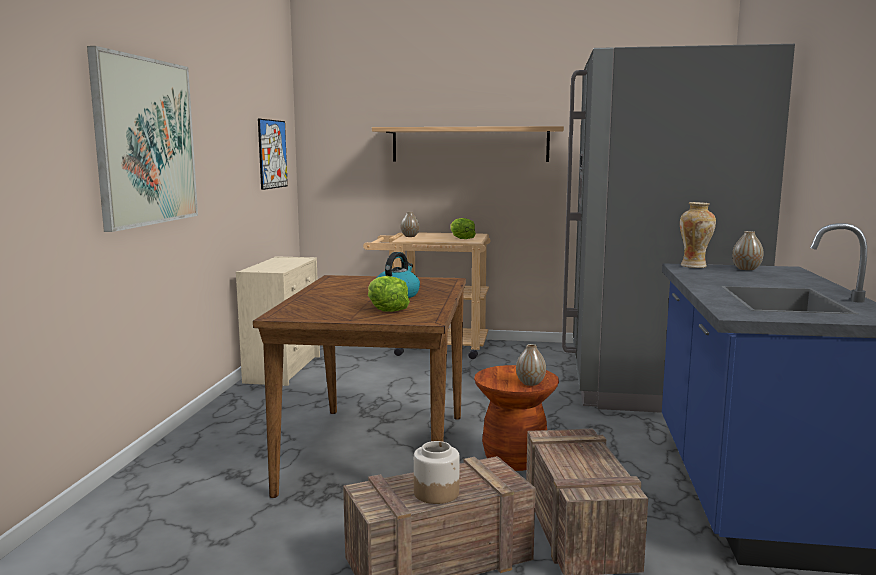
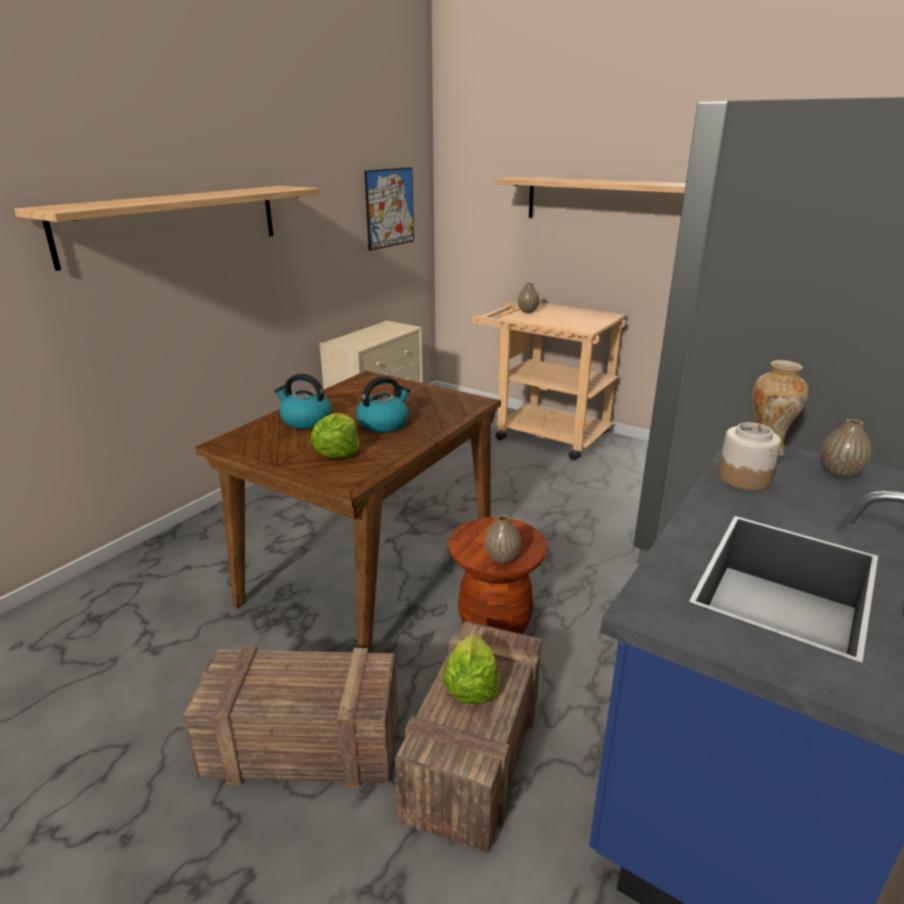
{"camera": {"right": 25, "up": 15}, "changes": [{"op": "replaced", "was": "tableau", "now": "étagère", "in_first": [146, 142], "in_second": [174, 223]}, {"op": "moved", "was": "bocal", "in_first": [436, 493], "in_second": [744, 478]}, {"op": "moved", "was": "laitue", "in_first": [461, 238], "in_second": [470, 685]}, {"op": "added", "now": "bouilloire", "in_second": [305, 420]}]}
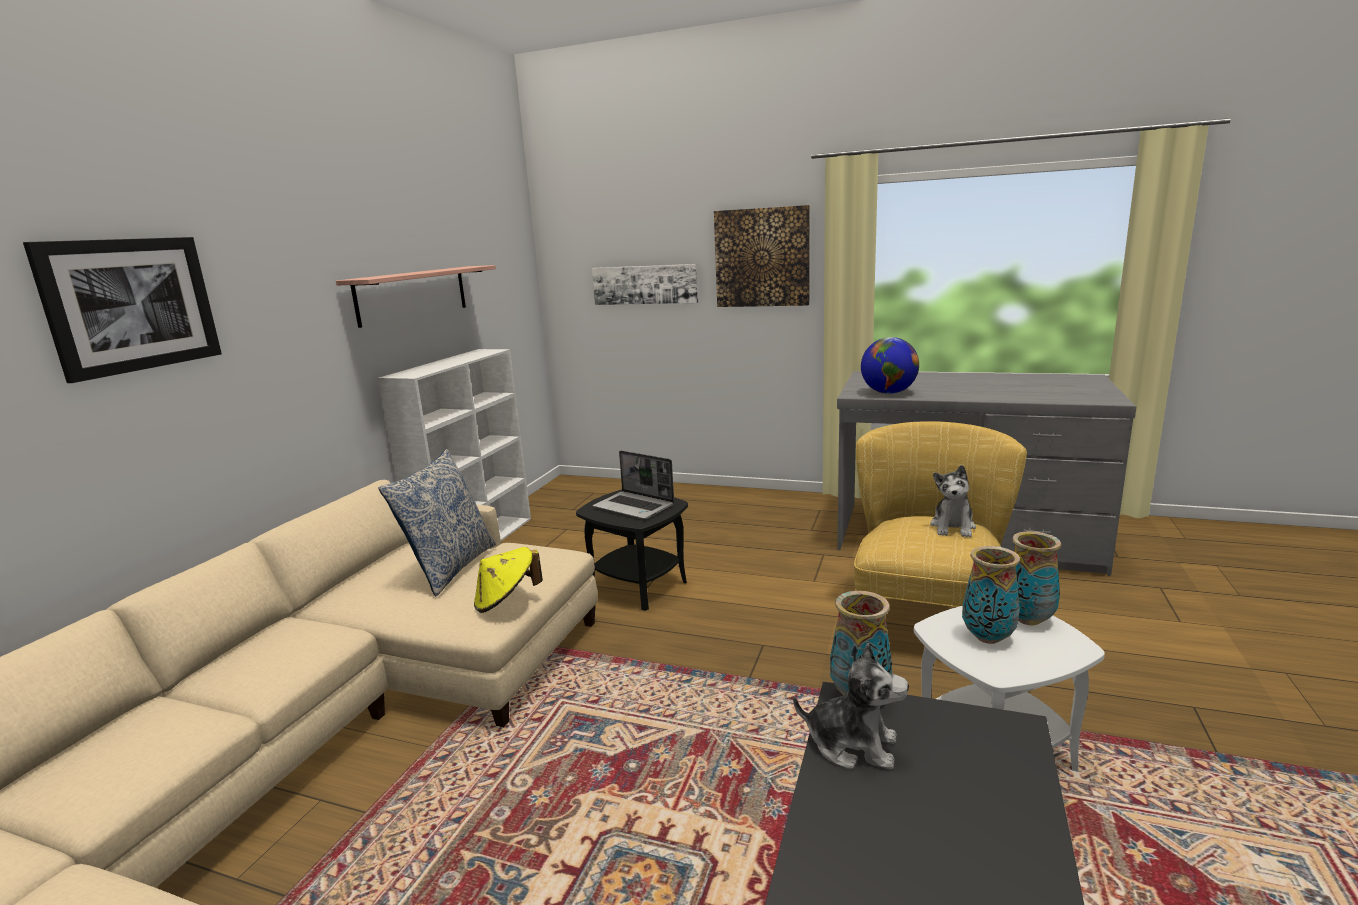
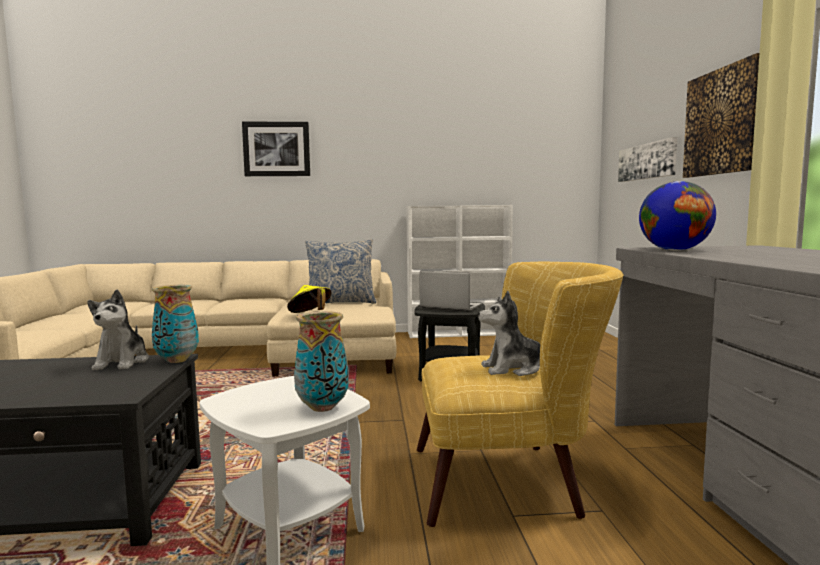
{"camera": {"right": 65, "up": -10}, "changes": [{"op": "removed", "was": "étagère", "in_first": [413, 294]}, {"op": "turned", "was": "ordinateur portable", "in_first": [635, 507], "in_second": [450, 307], "clockwise": 105}, {"op": "removed", "was": "vase", "in_first": [987, 638]}]}
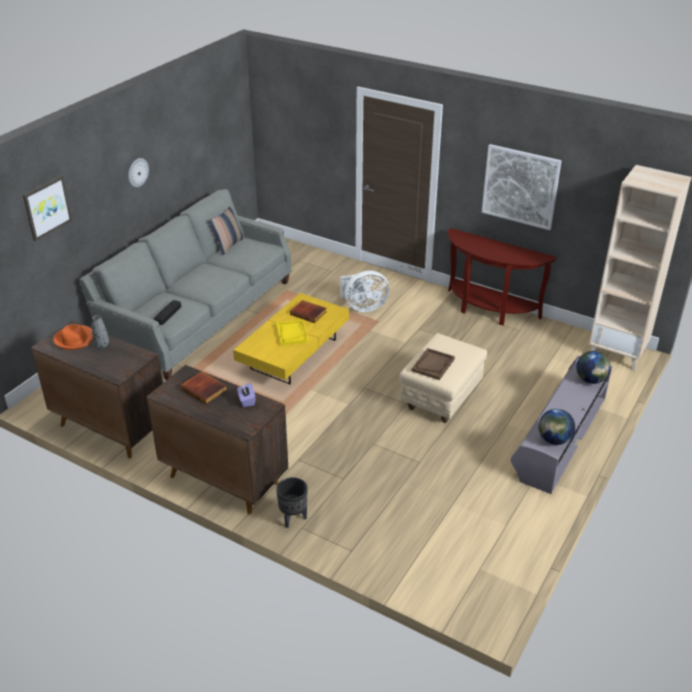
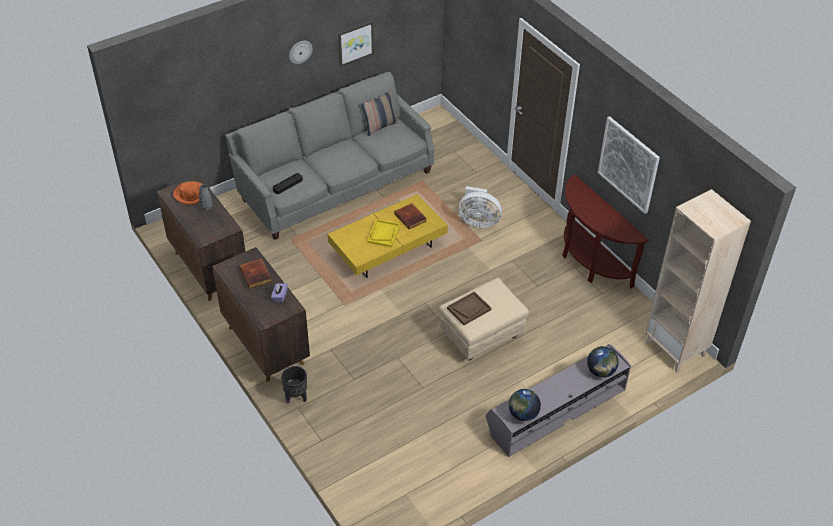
{"camera": {"right": 25, "up": 10}, "changes": [{"op": "moved", "was": "tableau", "in_first": [47, 207], "in_second": [355, 43]}]}
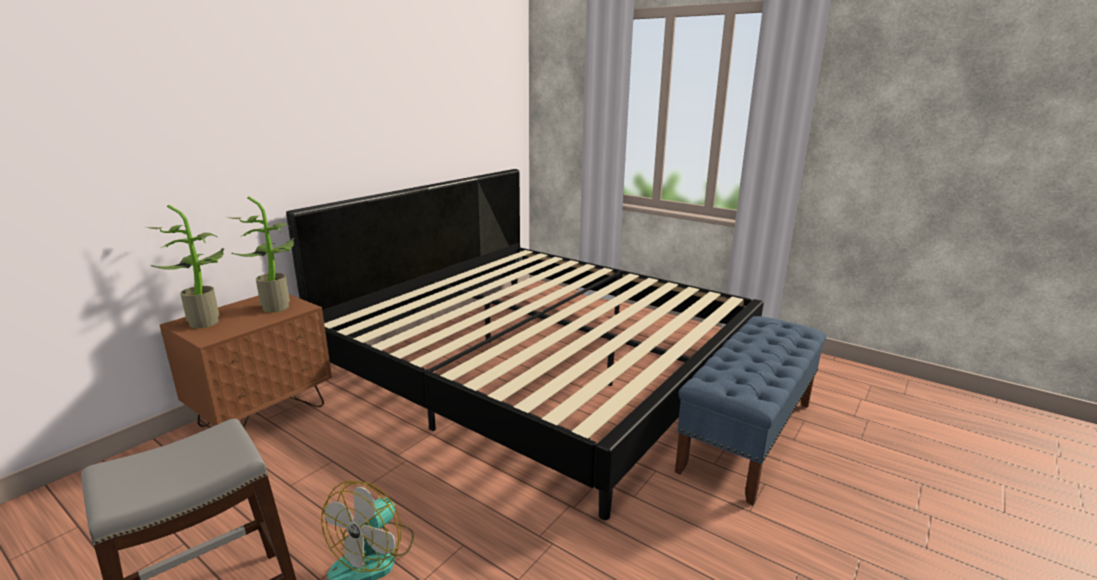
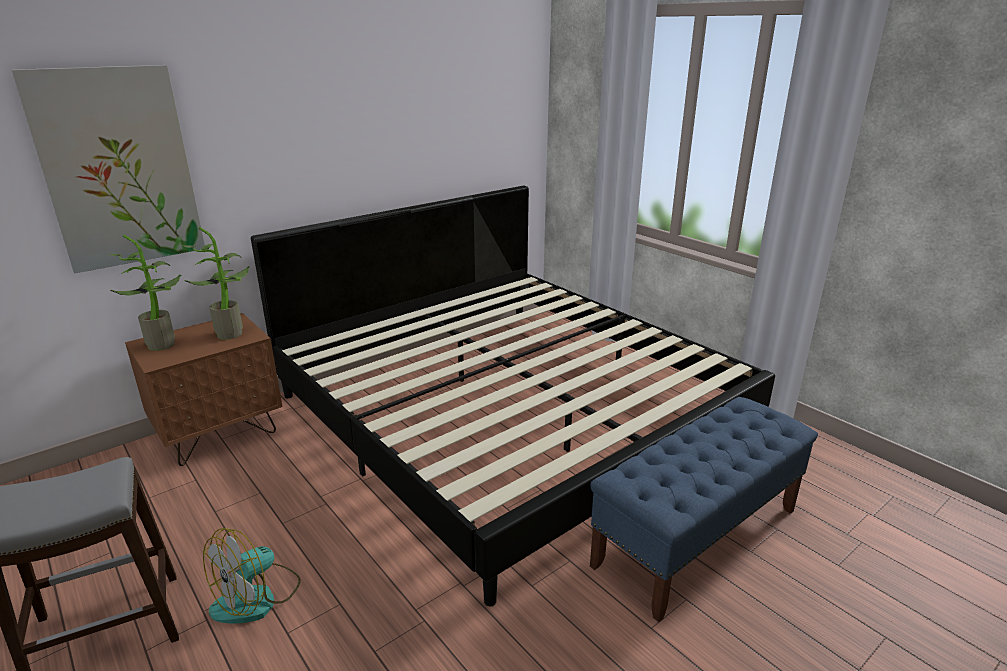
{"camera": {"right": 15, "up": 5}, "changes": [{"op": "added", "now": "tableau", "in_second": [118, 168]}]}
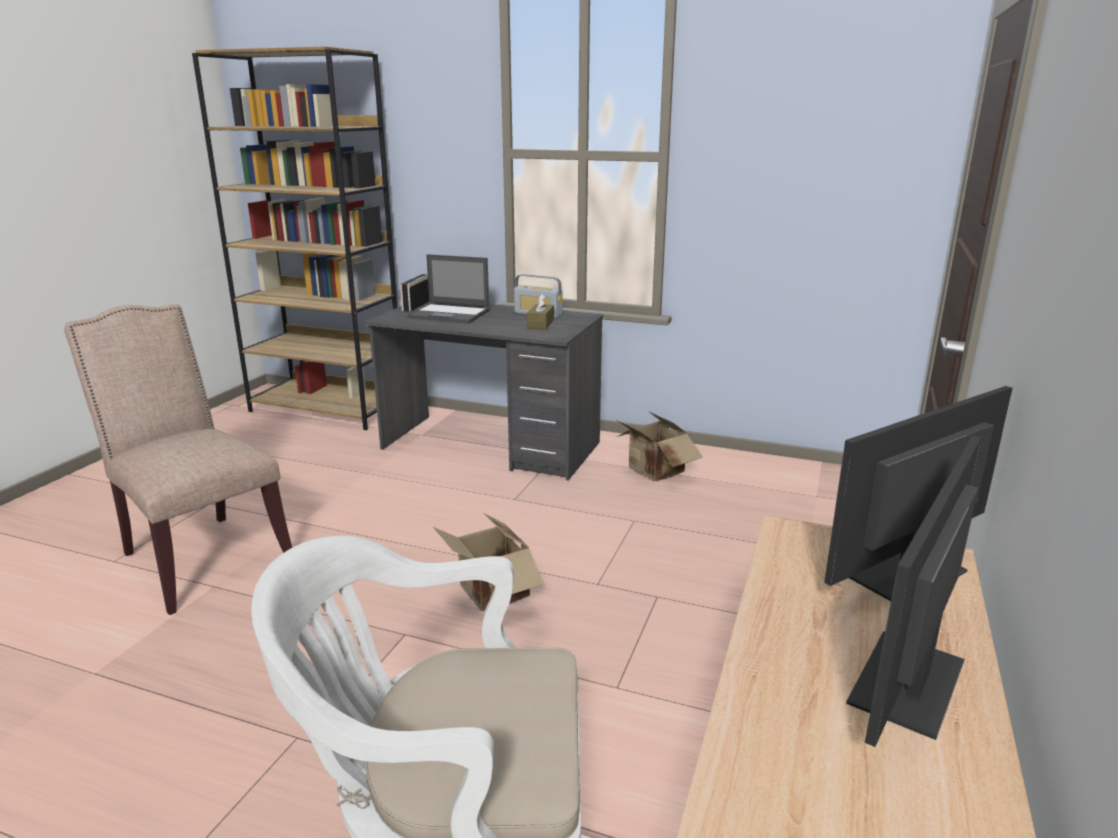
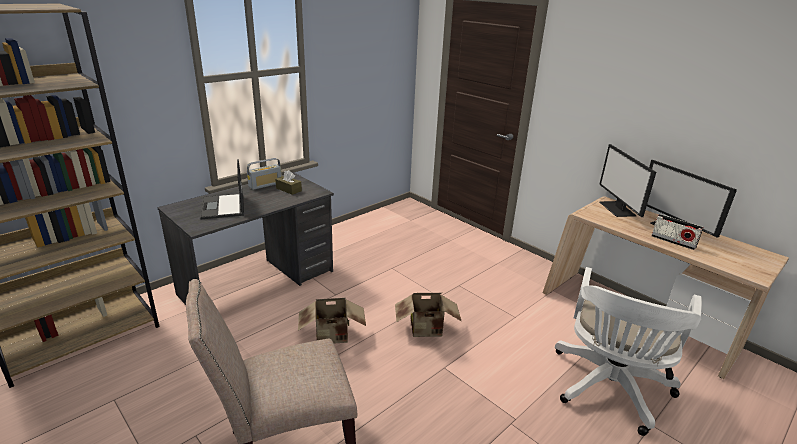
{"camera": {"right": -65, "up": 5}, "changes": [{"op": "moved", "was": "radio", "in_first": [416, 306], "in_second": [673, 241]}, {"op": "turned", "was": "ordinateur portable", "in_first": [450, 314], "in_second": [223, 207], "clockwise": 120}, {"op": "moved", "was": "carton", "in_first": [654, 472], "in_second": [333, 337]}]}
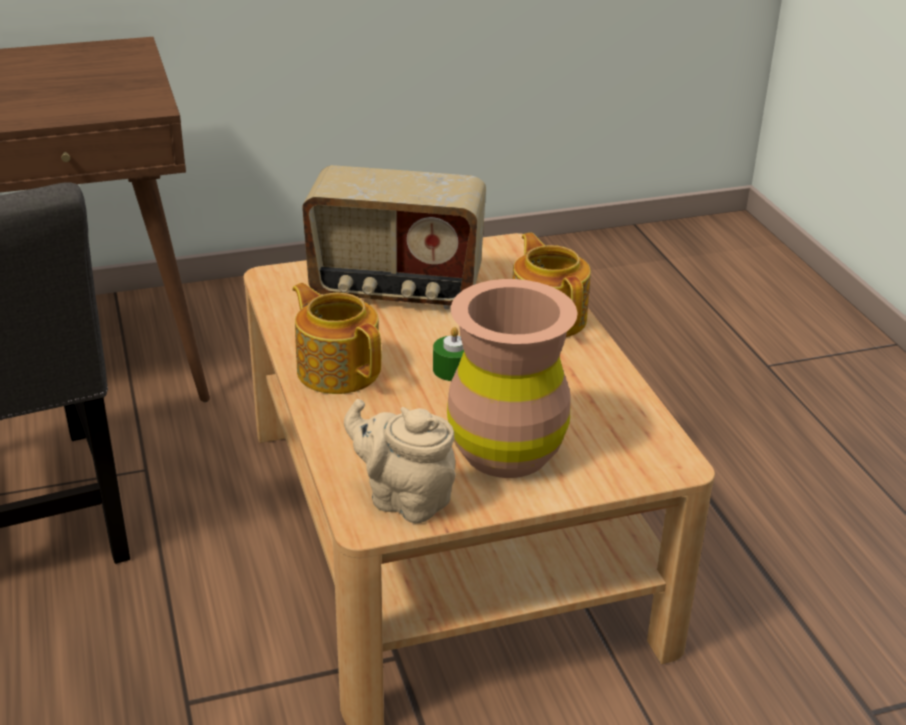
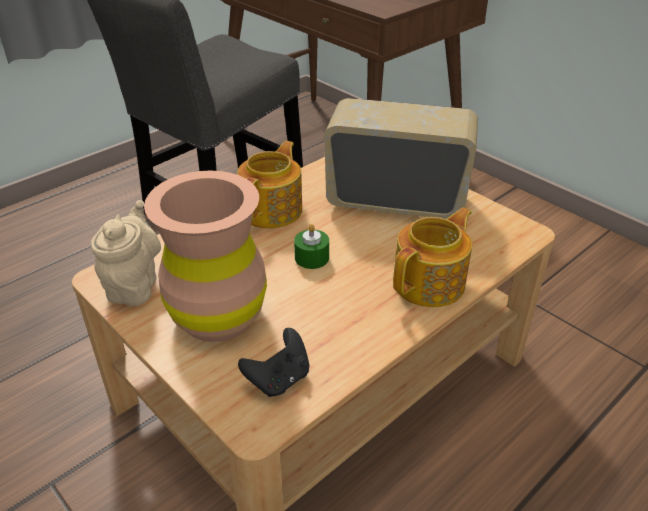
{"camera": {"right": 65, "up": 5}, "changes": [{"op": "turned", "was": "radio", "in_first": [395, 290], "in_second": [396, 200], "clockwise": 120}, {"op": "added", "now": "manette (noir)", "in_second": [279, 379]}]}
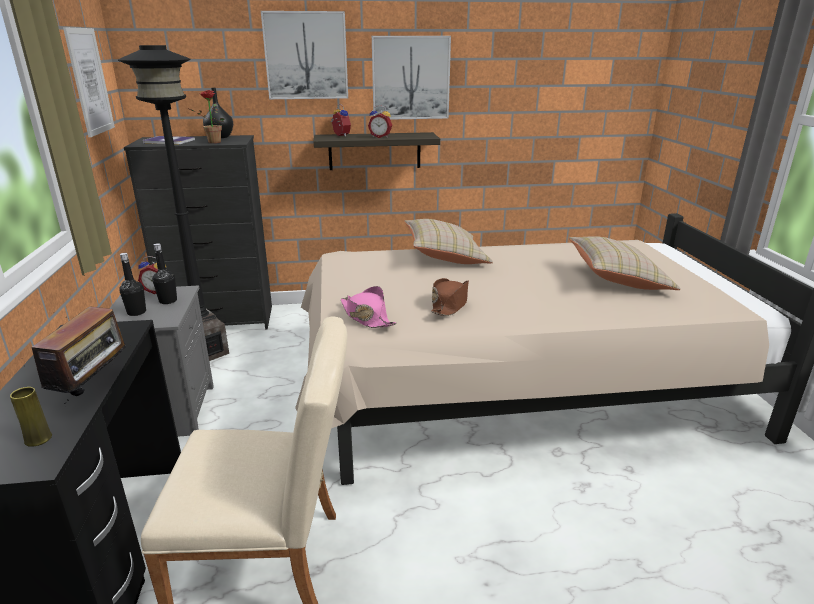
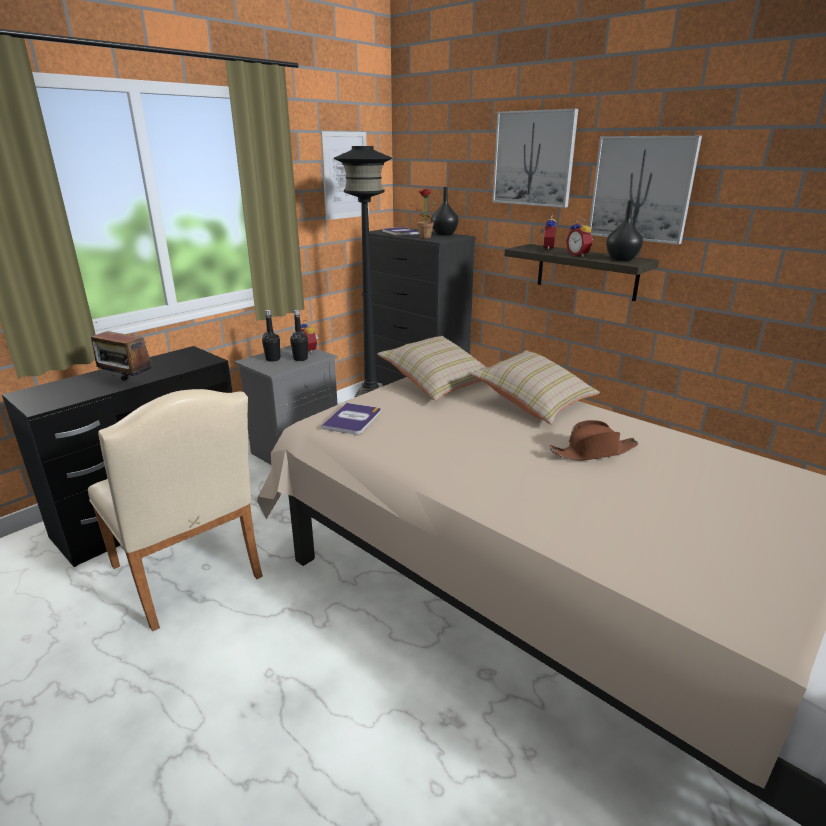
{"camera": {"right": 50, "up": 0}, "changes": [{"op": "removed", "was": "vase (jaune)", "in_first": [38, 439]}, {"op": "turned", "was": "radio", "in_first": [94, 388], "in_second": [127, 384], "clockwise": 60}, {"op": "replaced", "was": "chapeau (rose)", "now": "livre", "in_first": [366, 317], "in_second": [352, 419]}, {"op": "moved", "was": "chapeau (marron)", "in_first": [450, 304], "in_second": [593, 452]}, {"op": "moved", "was": "coussin (beige)", "in_first": [617, 279], "in_second": [438, 383]}, {"op": "added", "now": "vase (noir)", "in_second": [621, 259]}]}
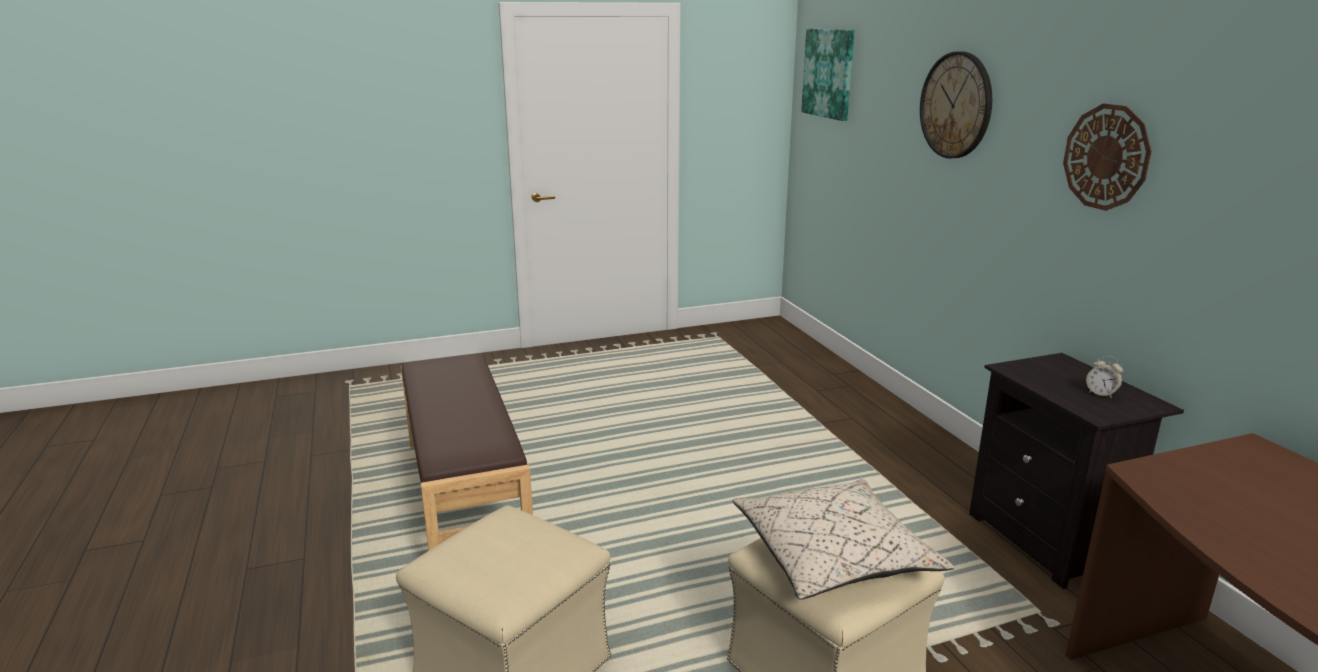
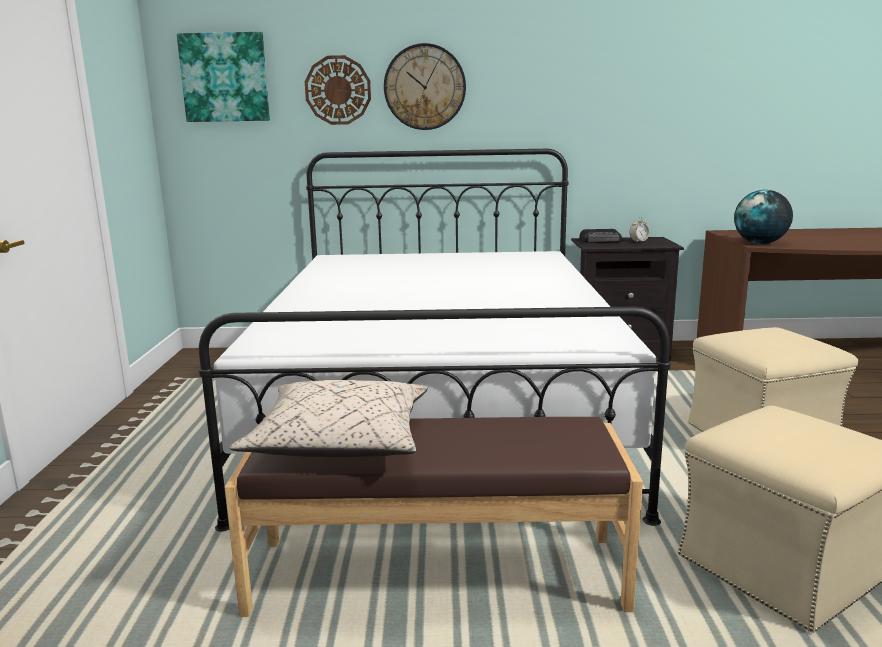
{"camera": {"right": -70, "up": -5}, "changes": [{"op": "moved", "was": "coussin (beige)", "in_first": [833, 556], "in_second": [340, 441]}, {"op": "moved", "was": "horloge murale", "in_first": [1106, 157], "in_second": [338, 90]}, {"op": "added", "now": "lit (blanc)", "in_second": [438, 410]}, {"op": "added", "now": "radio", "in_second": [601, 240]}, {"op": "added", "now": "globe", "in_second": [760, 243]}]}
